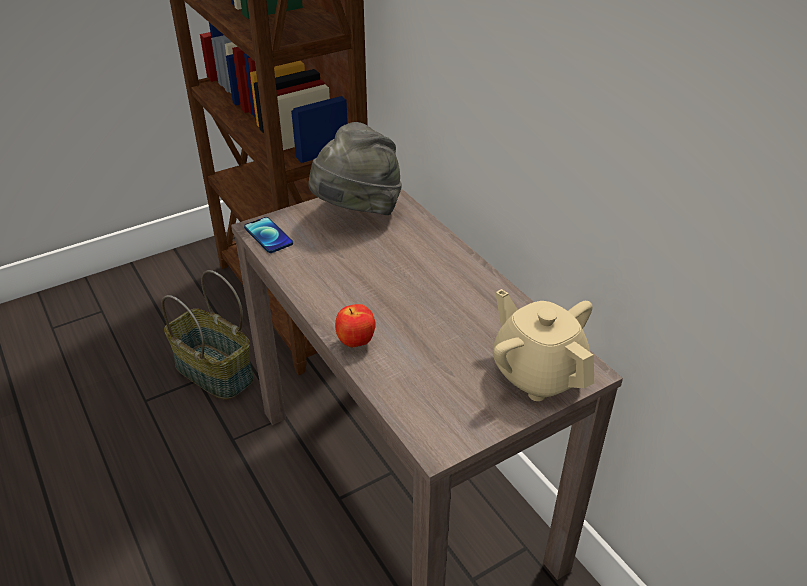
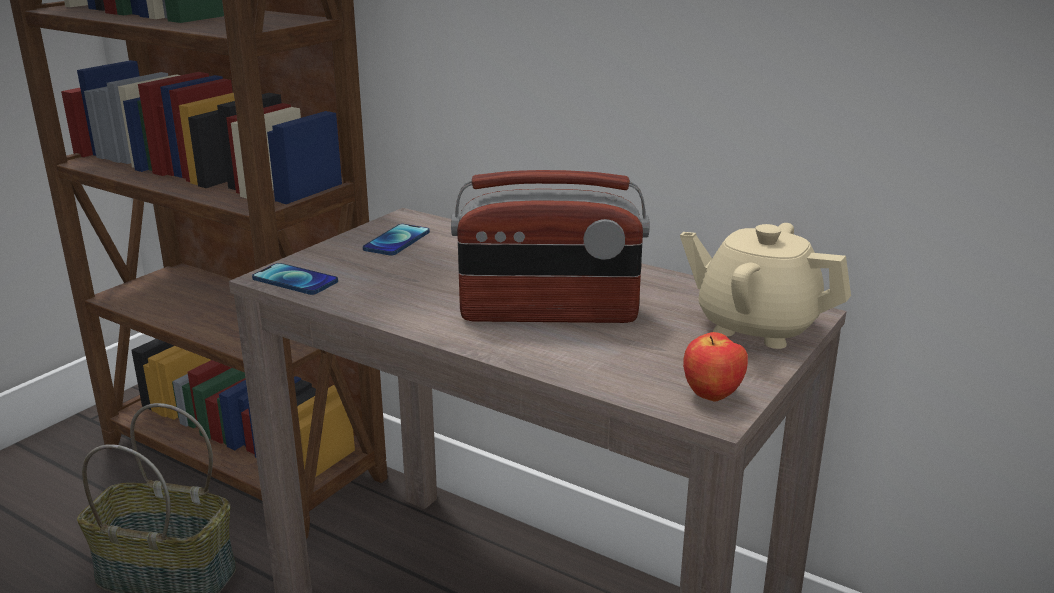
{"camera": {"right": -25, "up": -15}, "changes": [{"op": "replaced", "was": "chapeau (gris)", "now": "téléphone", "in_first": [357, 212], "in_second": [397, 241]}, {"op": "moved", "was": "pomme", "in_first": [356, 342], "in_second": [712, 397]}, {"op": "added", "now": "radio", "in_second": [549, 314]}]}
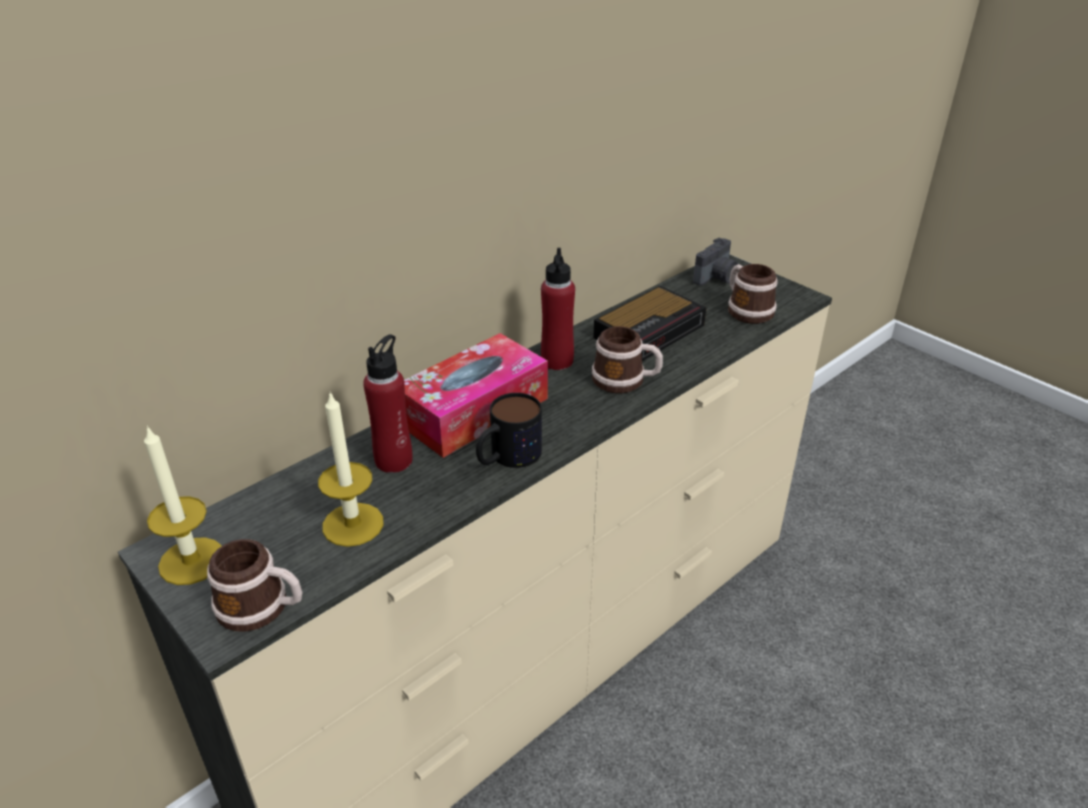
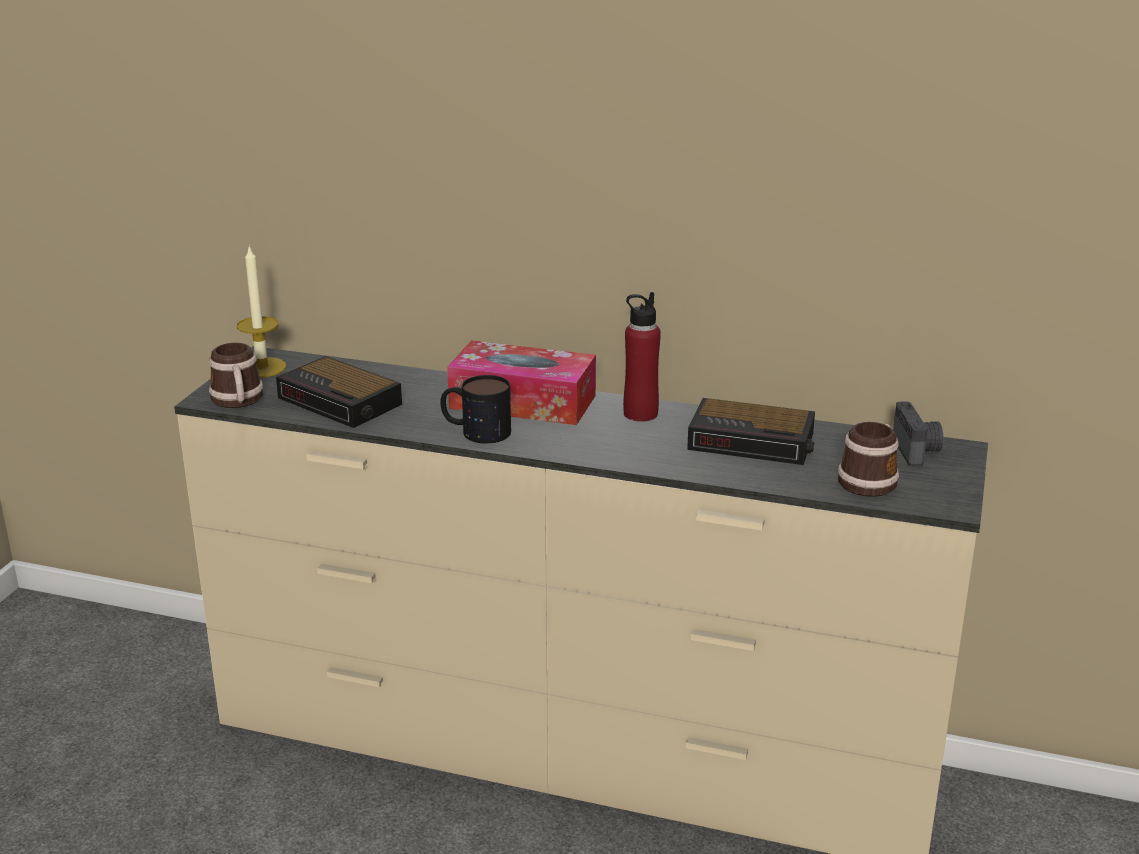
{"camera": {"right": 60, "up": -10}, "changes": [{"op": "replaced", "was": "bougie", "now": "réveil", "in_first": [353, 524], "in_second": [341, 402]}, {"op": "removed", "was": "bouteille (rouge)", "in_first": [394, 460]}, {"op": "removed", "was": "mug", "in_first": [625, 381]}, {"op": "turned", "was": "appareil photo", "in_first": [716, 278], "in_second": [917, 451], "clockwise": -105}]}
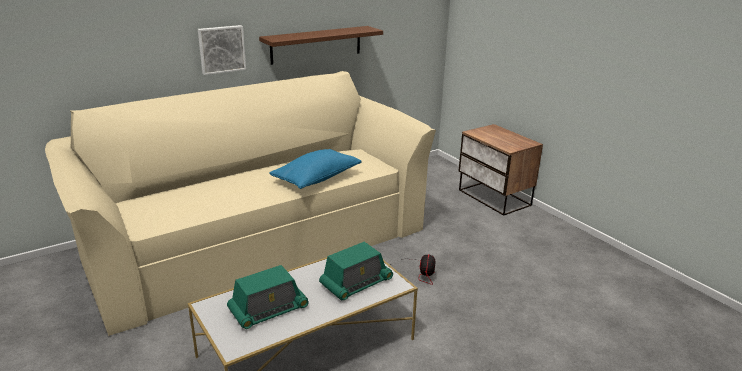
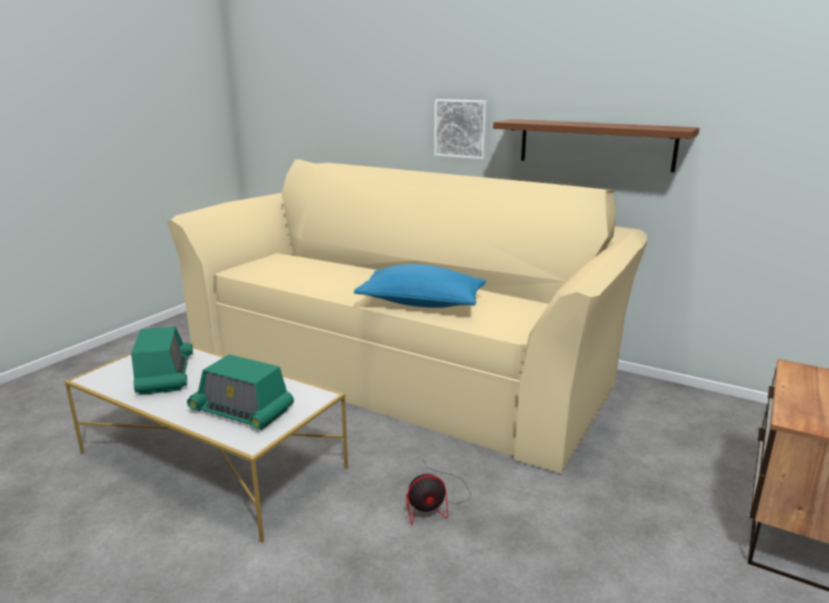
{"camera": {"right": 65, "up": -5}, "changes": [{"op": "turned", "was": "radio", "in_first": [268, 310], "in_second": [165, 375], "clockwise": -135}]}
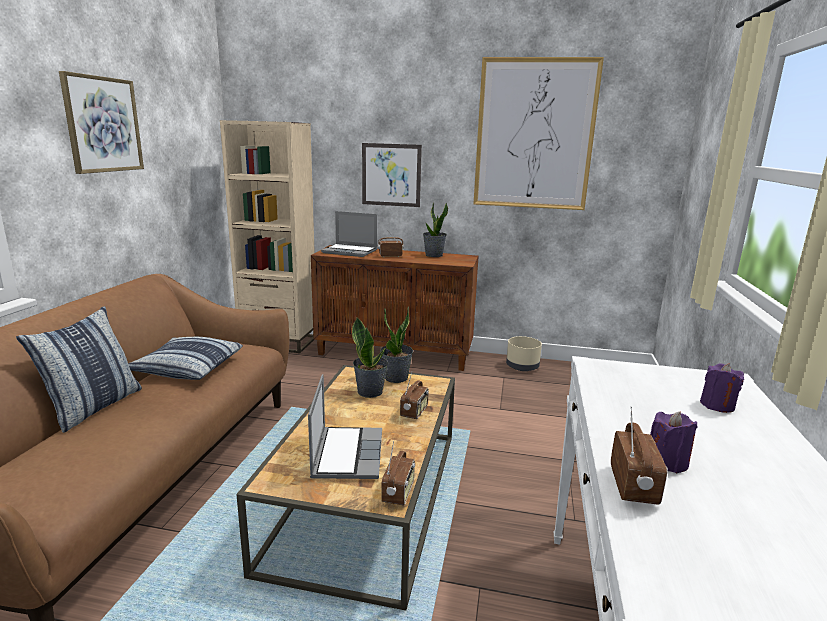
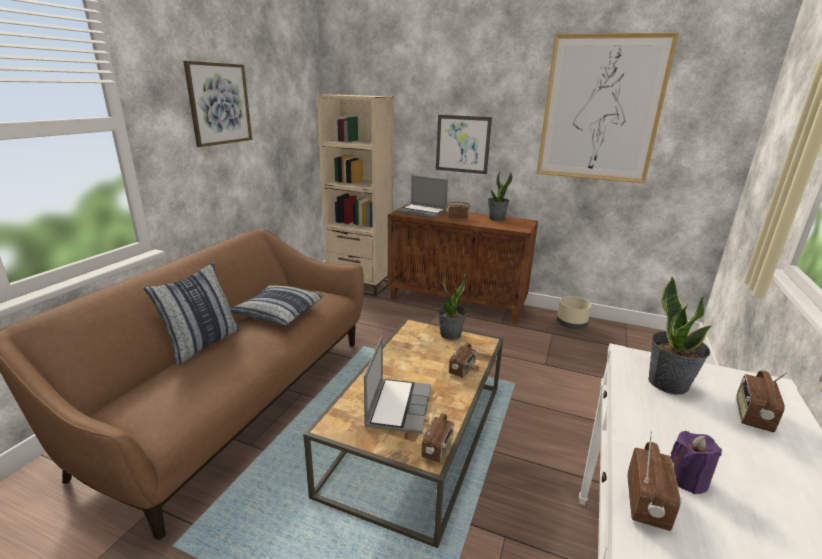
{"camera": {"right": 10, "up": 5}, "changes": [{"op": "moved", "was": "plante en pot", "in_first": [370, 391], "in_second": [668, 383]}, {"op": "replaced", "was": "bougie (violet)", "now": "radio", "in_first": [717, 405], "in_second": [752, 416]}]}
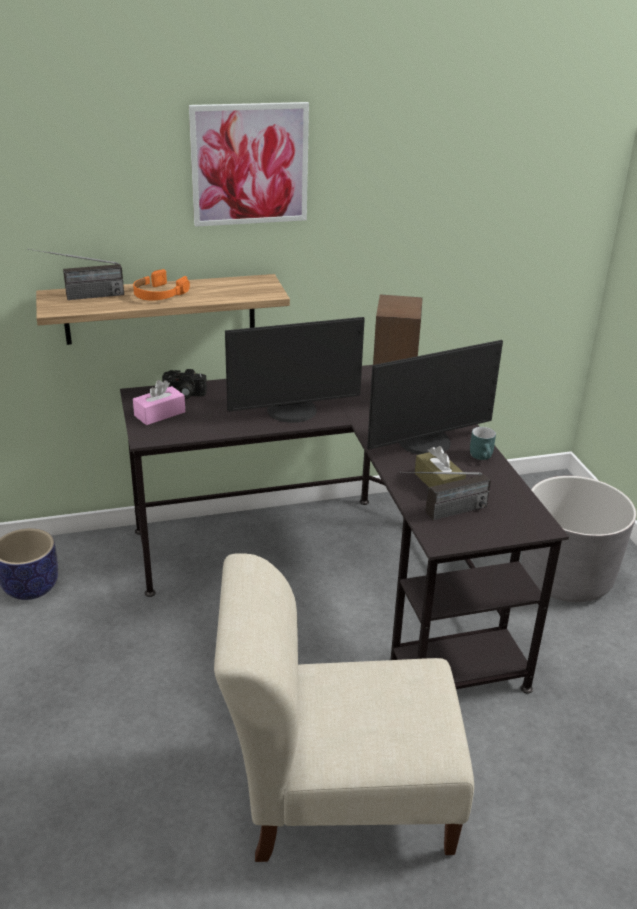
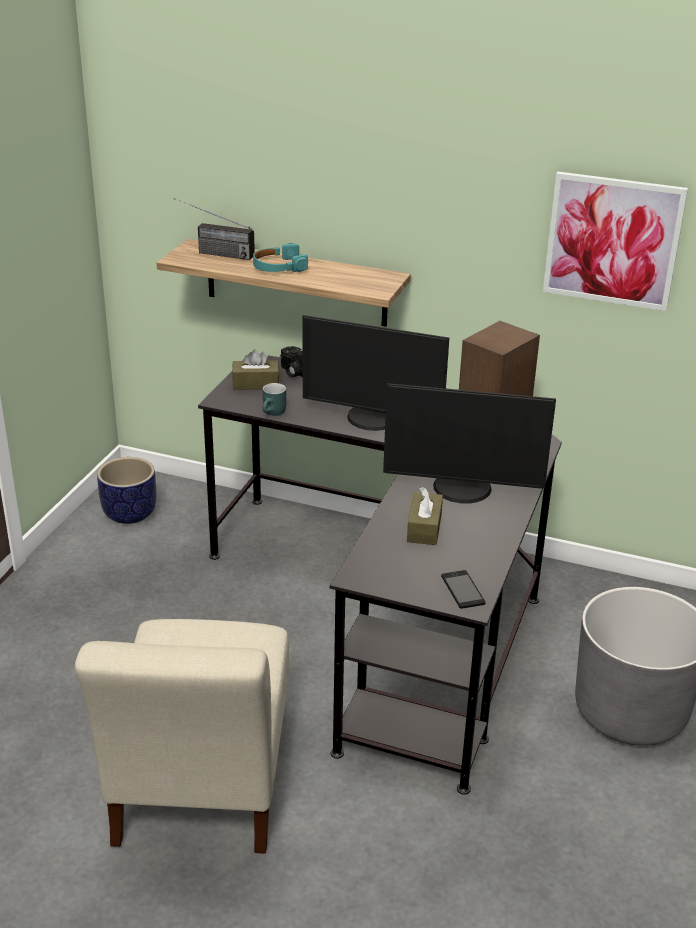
{"camera": {"right": 35, "up": 0}, "changes": [{"op": "recoloured", "was": "casque audio (orange)", "now": "casque audio (turquoise)", "in_first": [159, 294], "in_second": [278, 266]}, {"op": "recoloured", "was": "boîte à mouchoirs (rose)", "now": "boîte à mouchoirs (marron)", "in_first": [160, 414], "in_second": [256, 383]}, {"op": "moved", "was": "tableau", "in_first": [249, 164], "in_second": [613, 241]}, {"op": "turned", "was": "chaise (beige)", "in_first": [339, 794], "in_second": [200, 784], "clockwise": -120}, {"op": "removed", "was": "radio", "in_first": [442, 514]}, {"op": "moved", "was": "mug (turquoise)", "in_first": [483, 457], "in_second": [274, 413]}, {"op": "added", "now": "téléphone", "in_second": [462, 590]}]}
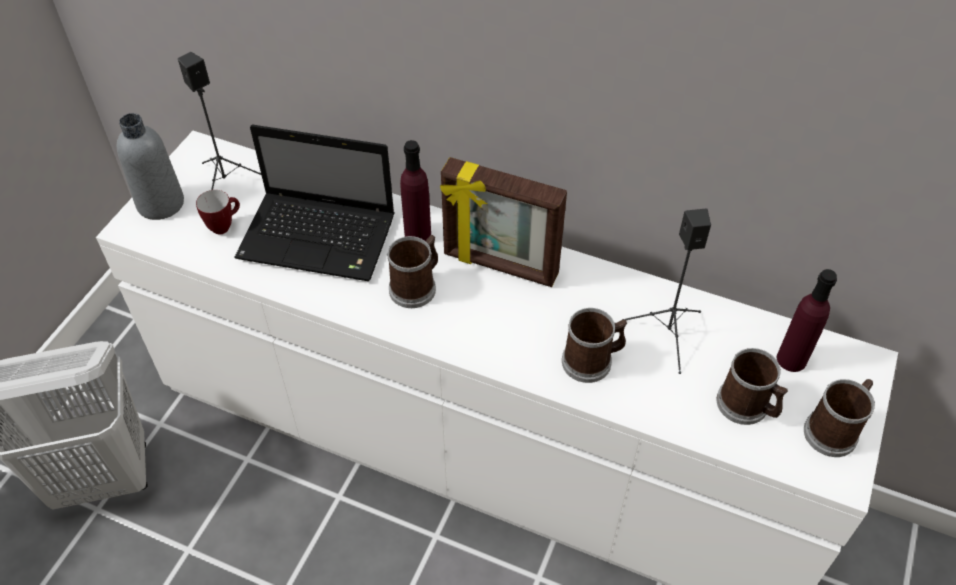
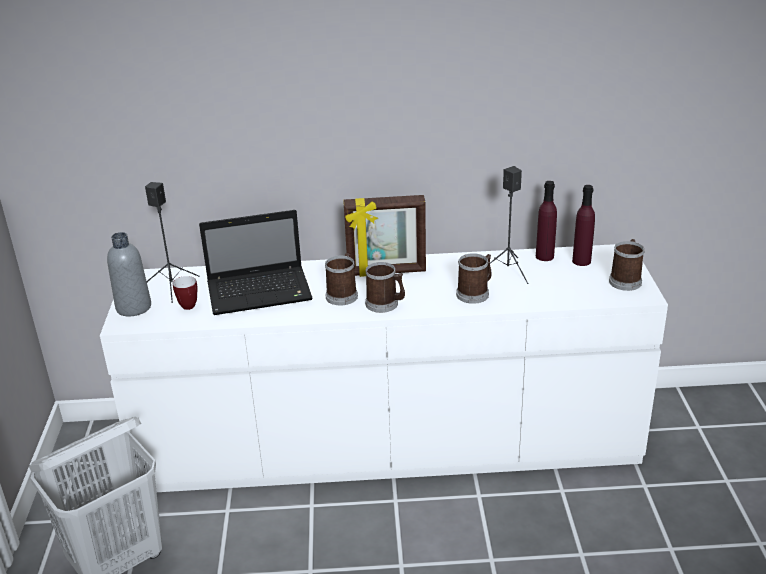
{"camera": {"right": -25, "up": -20}, "changes": [{"op": "moved", "was": "bouteille (violet)", "in_first": [417, 233], "in_second": [544, 256]}, {"op": "moved", "was": "mug", "in_first": [747, 406], "in_second": [385, 304]}]}
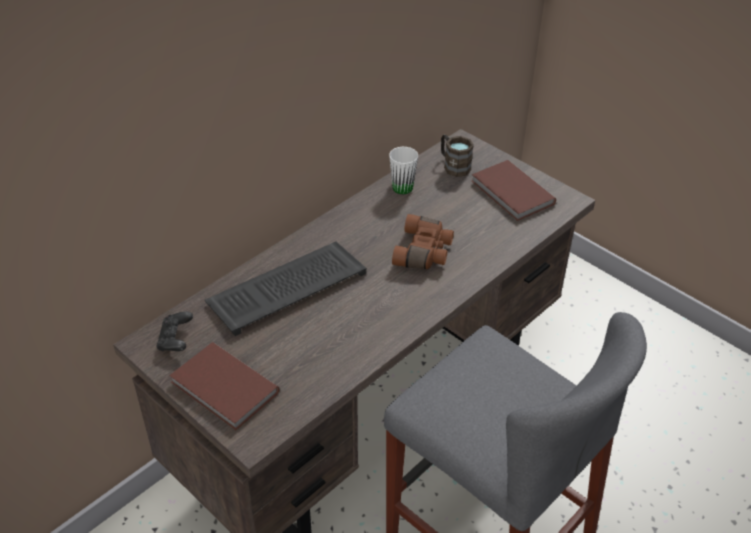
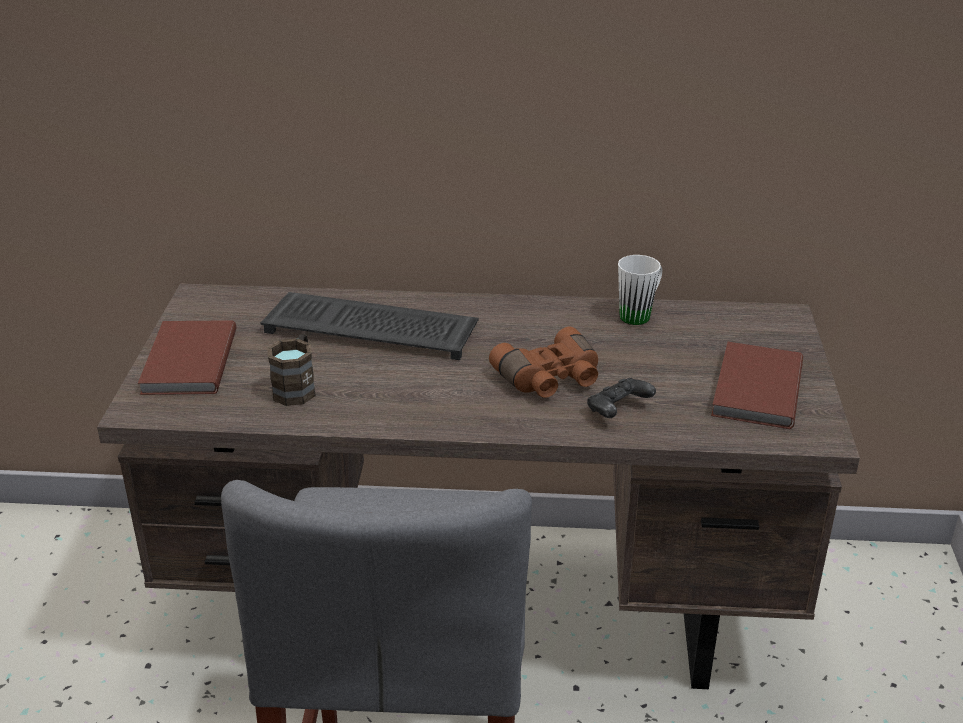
{"camera": {"right": 50, "up": -10}, "changes": [{"op": "moved", "was": "manette (noir)", "in_first": [176, 340], "in_second": [618, 410]}, {"op": "moved", "was": "mug (marron)", "in_first": [453, 165], "in_second": [297, 387]}]}
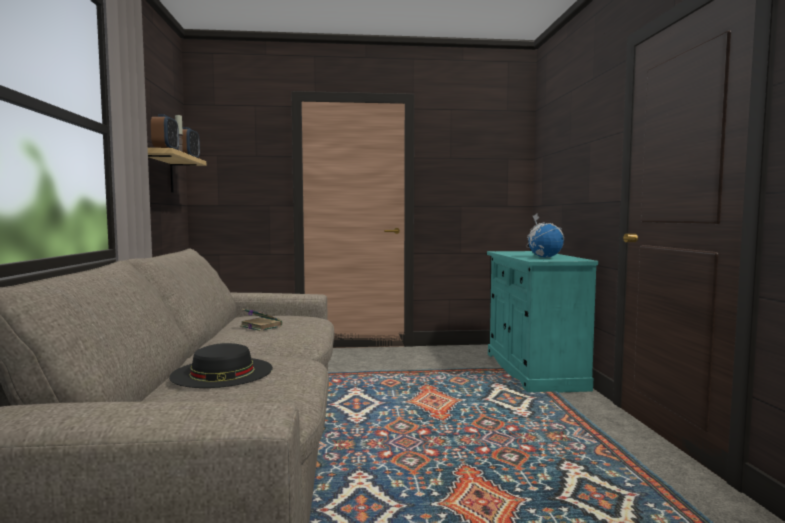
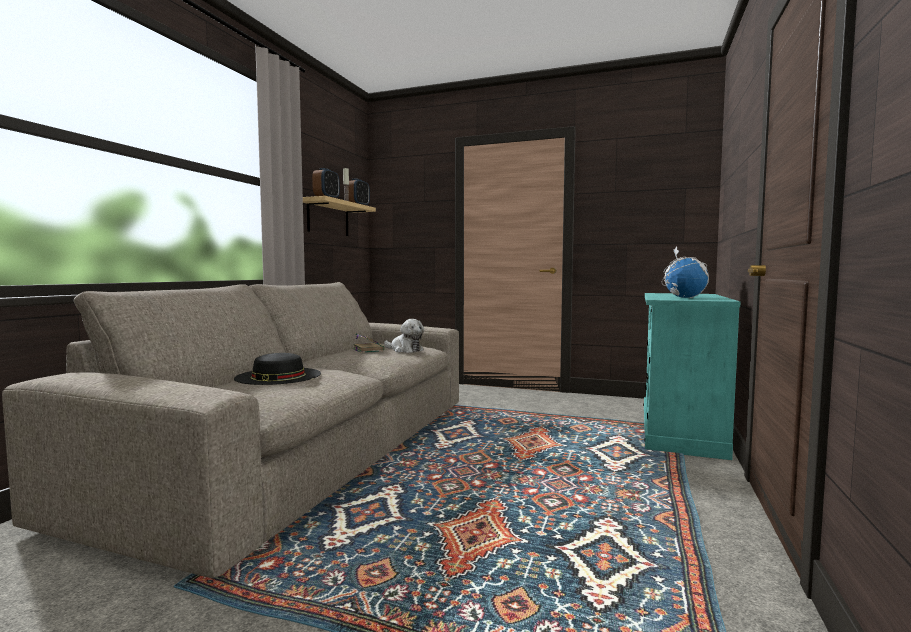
{"camera": {"right": 25, "up": 0}, "changes": [{"op": "added", "now": "peluche", "in_second": [405, 350]}]}
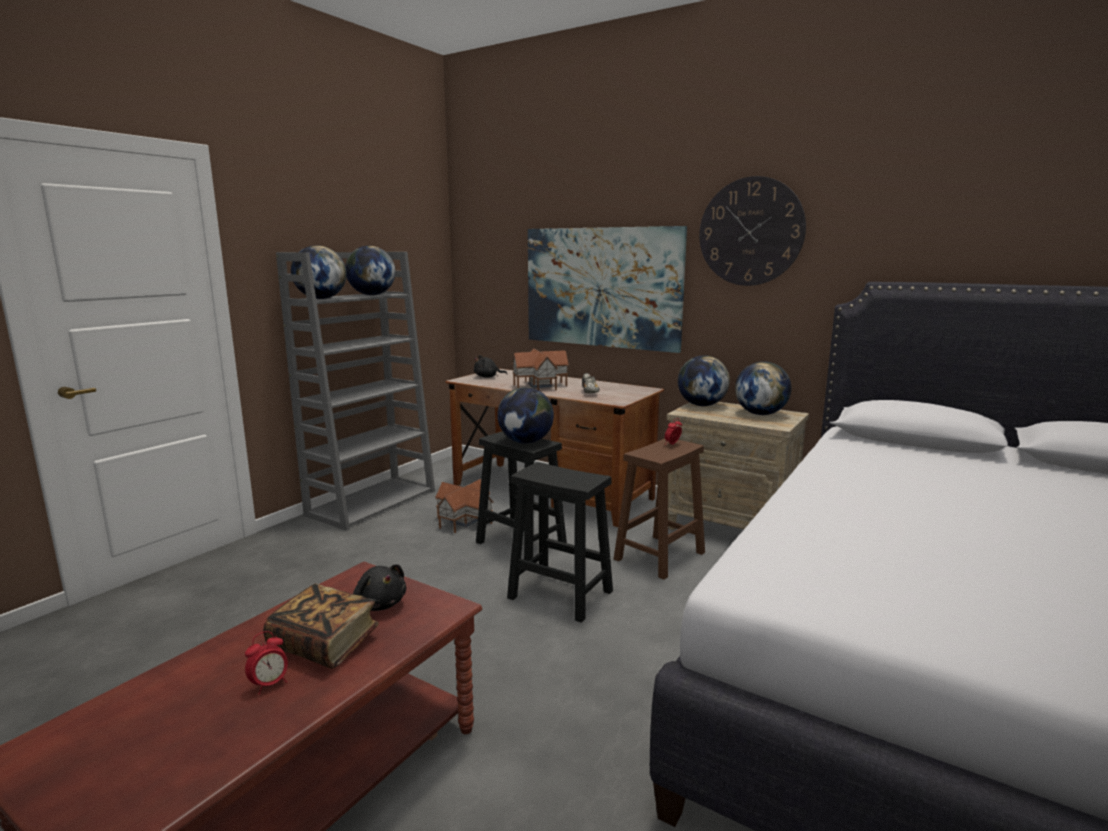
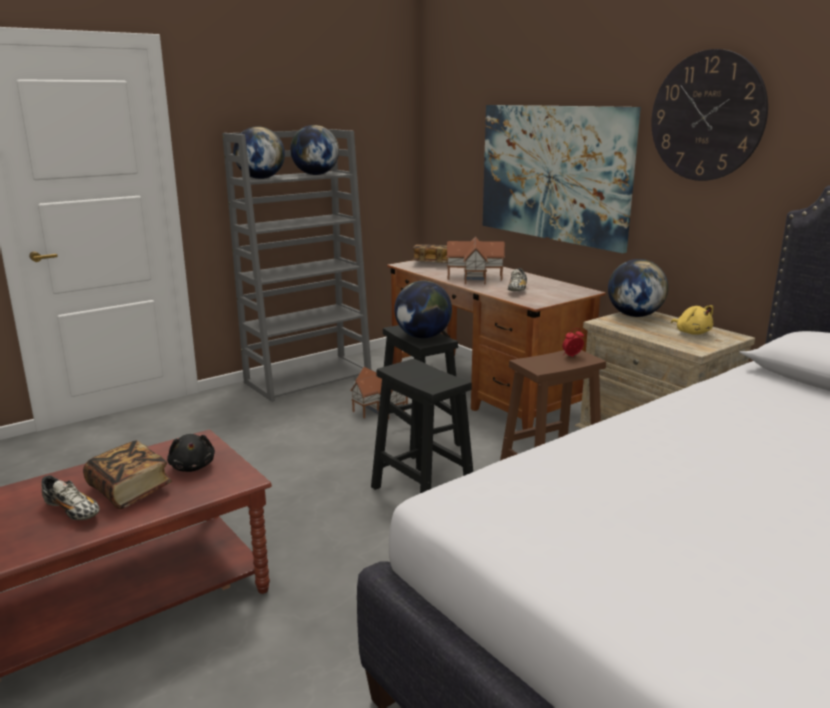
{"camera": {"right": 20, "up": 5}, "changes": [{"op": "replaced", "was": "réveil", "now": "chaussure", "in_first": [270, 684], "in_second": [72, 512]}, {"op": "replaced", "was": "peluche (noir)", "now": "livre", "in_first": [487, 377], "in_second": [432, 263]}, {"op": "replaced", "was": "globe", "now": "peluche (jaune)", "in_first": [760, 414], "in_second": [692, 332]}]}
